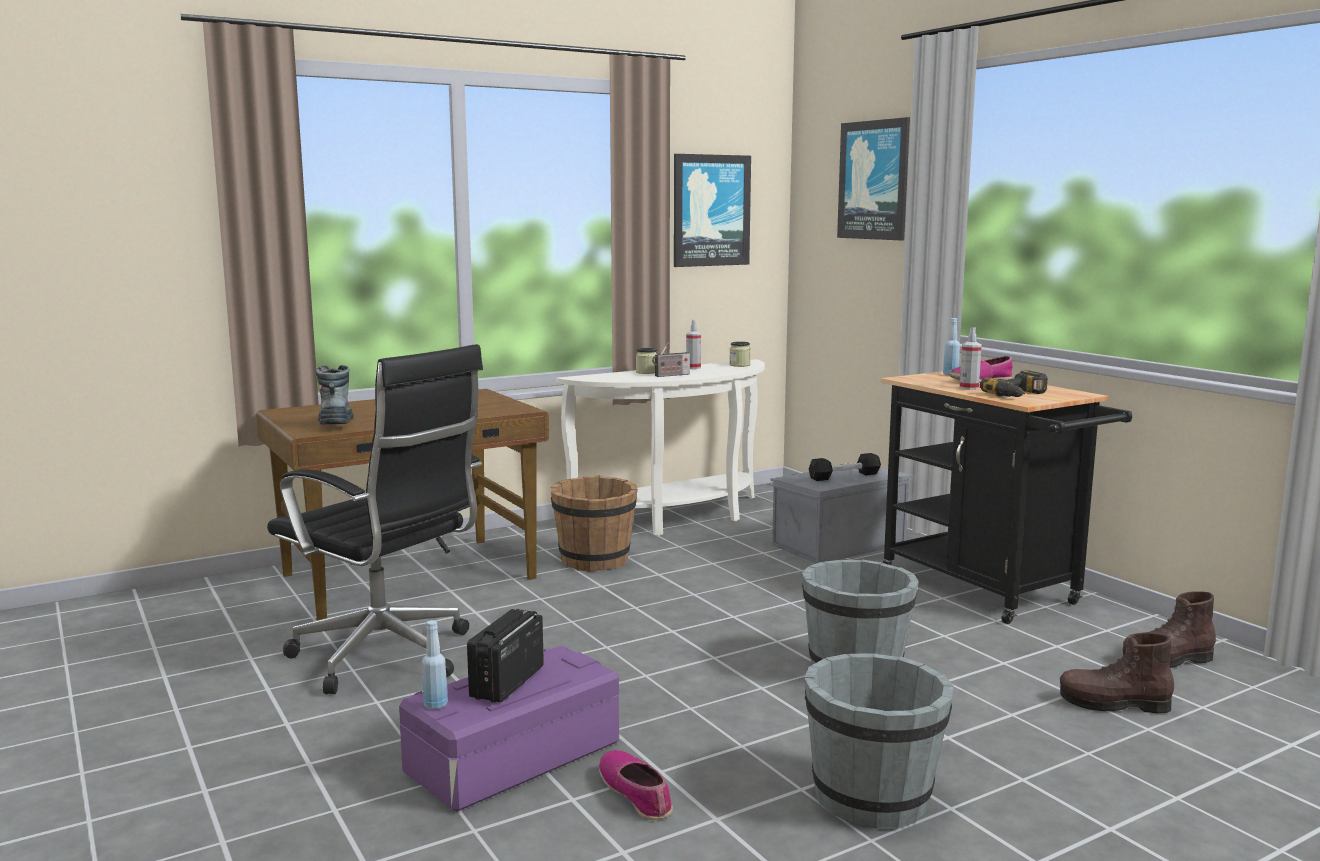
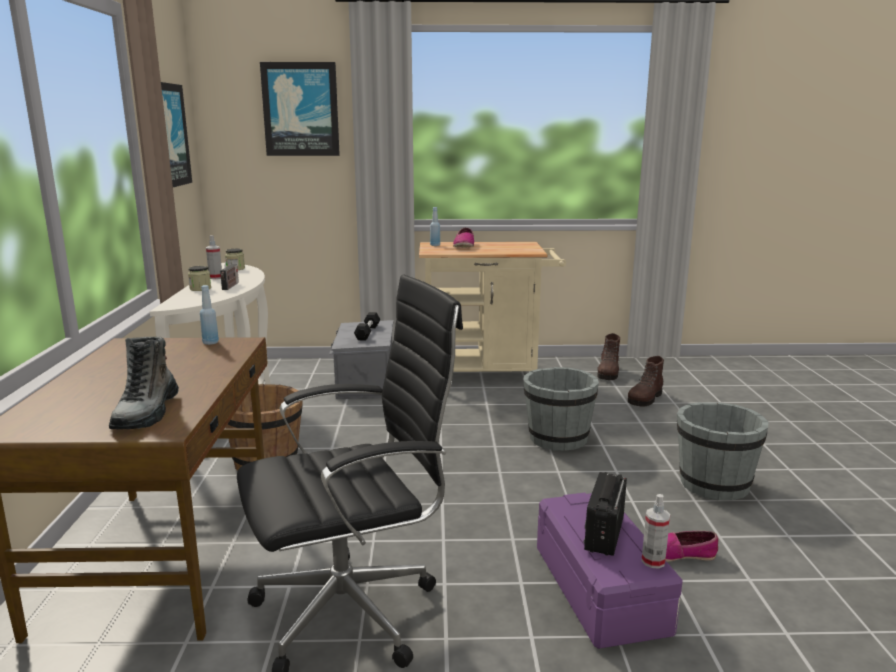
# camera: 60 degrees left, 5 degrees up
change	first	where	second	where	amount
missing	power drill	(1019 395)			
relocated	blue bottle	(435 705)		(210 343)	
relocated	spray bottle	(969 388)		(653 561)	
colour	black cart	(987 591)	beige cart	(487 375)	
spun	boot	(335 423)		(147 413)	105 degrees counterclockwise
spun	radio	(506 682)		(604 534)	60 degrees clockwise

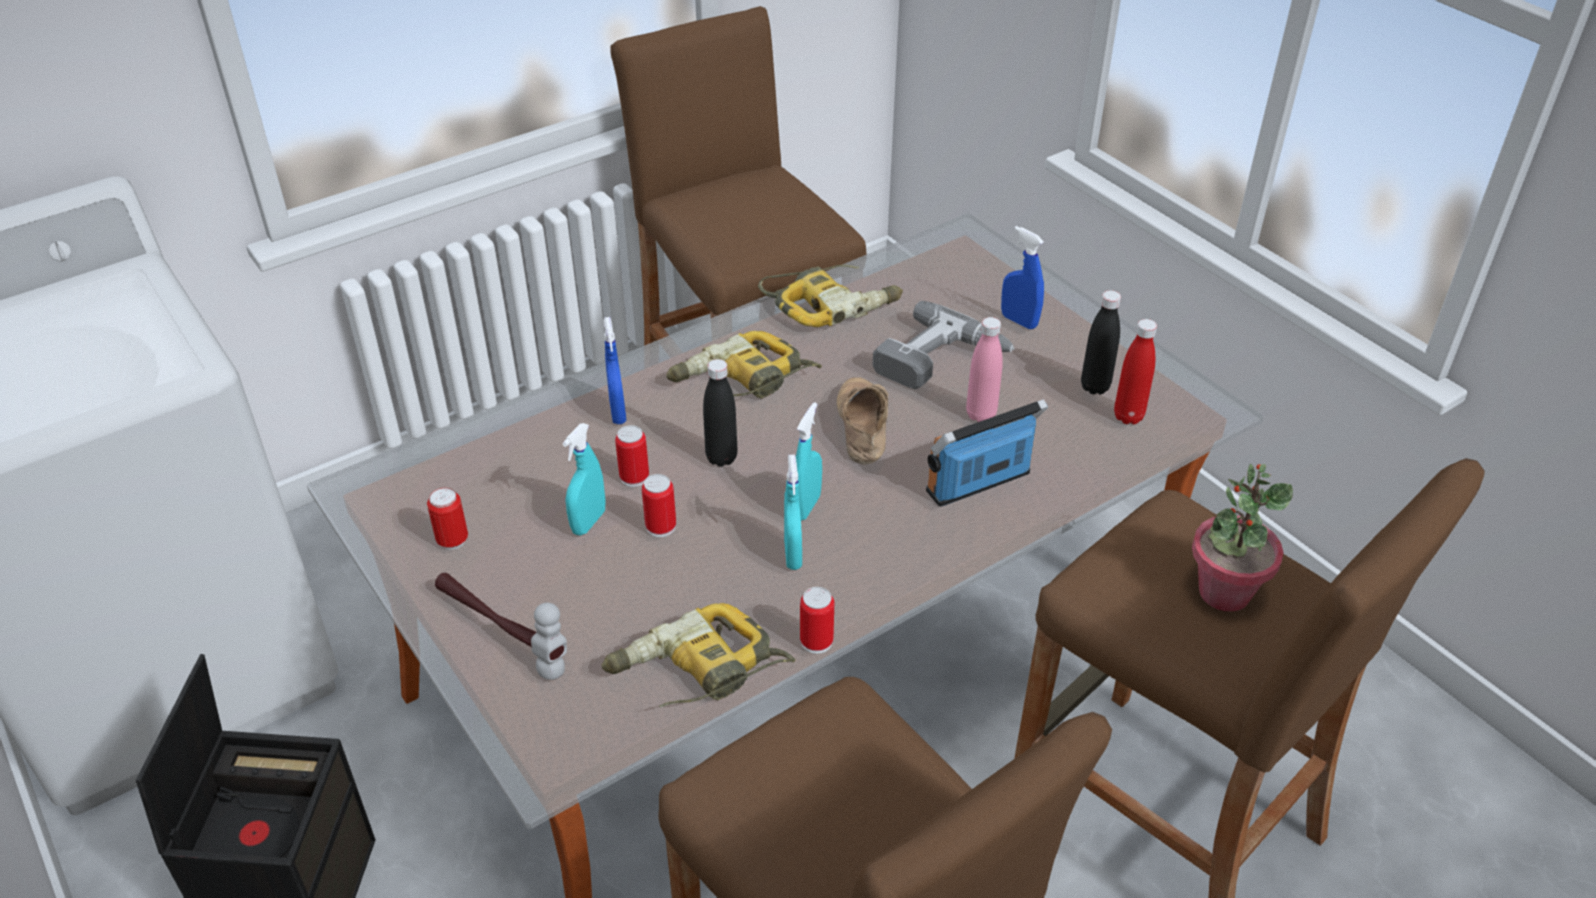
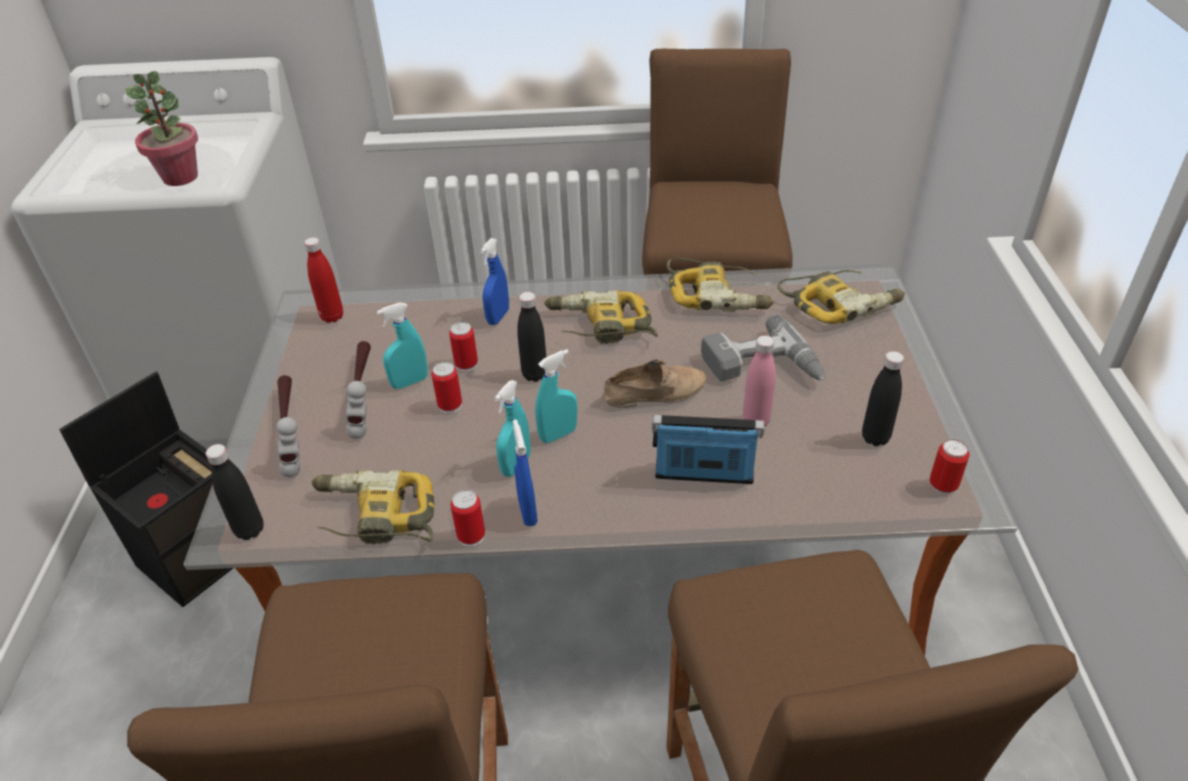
# camera: 35 degrees right, 0 degrees up
change	first	where	second	where	amount
appeared			black bottle	(249 530)	
appeared			hammer	(363 395)	
appeared			power drill	(840 303)	
relocated	can	(452 540)		(943 485)	
relocated	blue spray bottle	(1019 321)		(527 511)	
relocated	red bottle	(1128 416)		(332 317)	
relocated	potted plant	(1224 592)		(180 177)	
spun	beige shoe	(860 425)		(654 392)	45 degrees clockwise

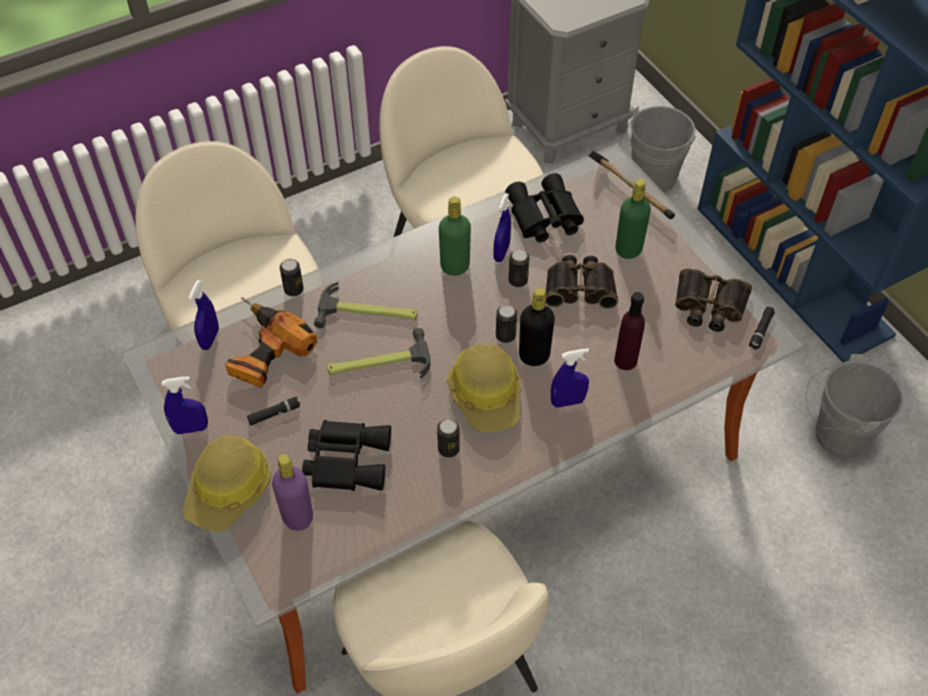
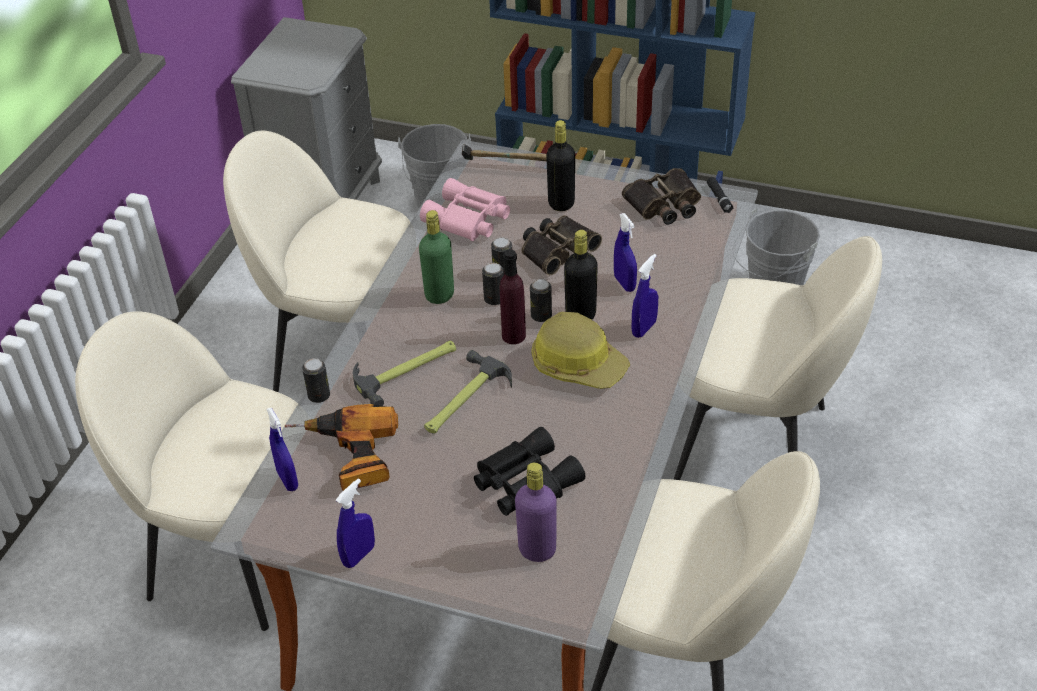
# camera: 40 degrees left, 10 degrees down
change	first	where	second	where	amount
missing	hard hat	(229 489)			
missing	black flashlight	(274 414)			
appeared			beige chair	(756 445)	
relocated	can	(448 449)		(494 299)	
relocated	blue spray bottle	(501 252)		(624 283)	
relocated	purple bottle	(625 361)		(513 336)	
colour	black binoculars	(543 217)	pink binoculars	(467 220)	
colour	green bottle	(628 249)	black bottle	(561 203)	

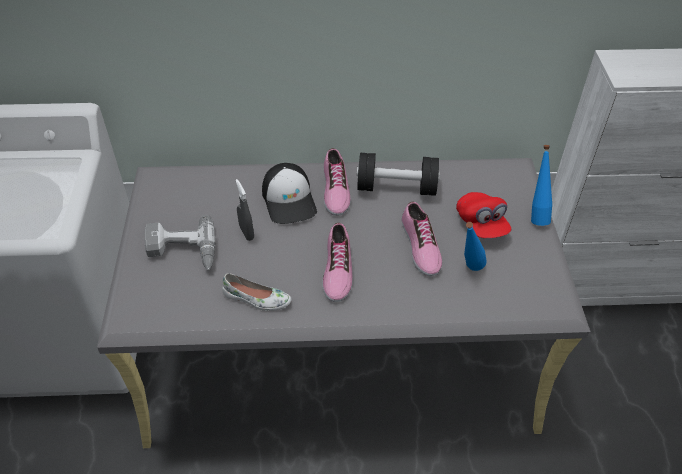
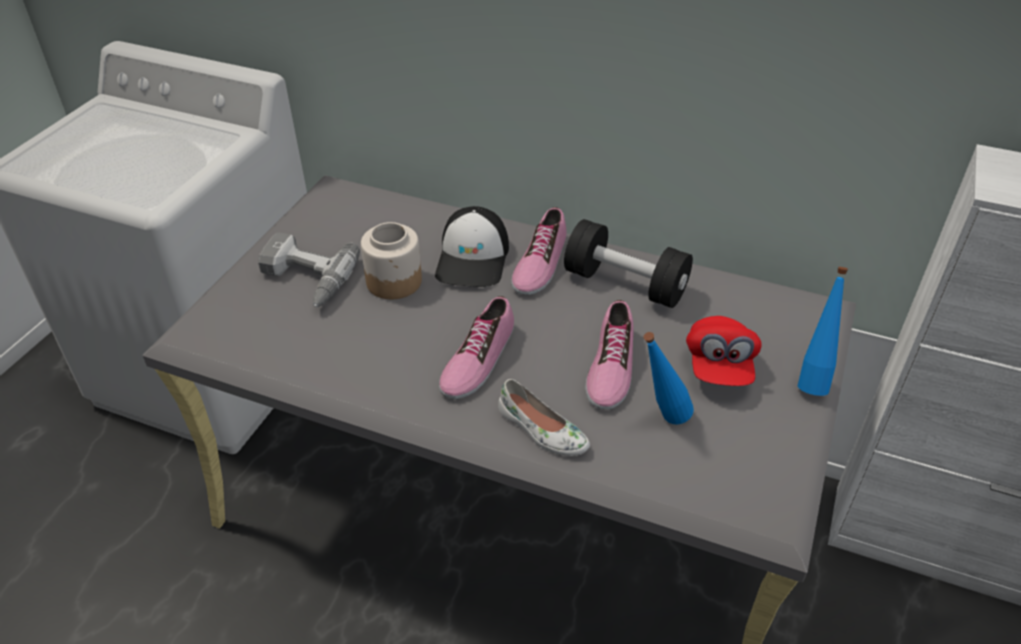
# camera: 25 degrees right, 5 degrees down
change	first	where	second	where	amount
relocated	white shoe	(256 299)		(541 430)	
exchanged	grey spray bottle	(246 233)	jar	(394 281)	

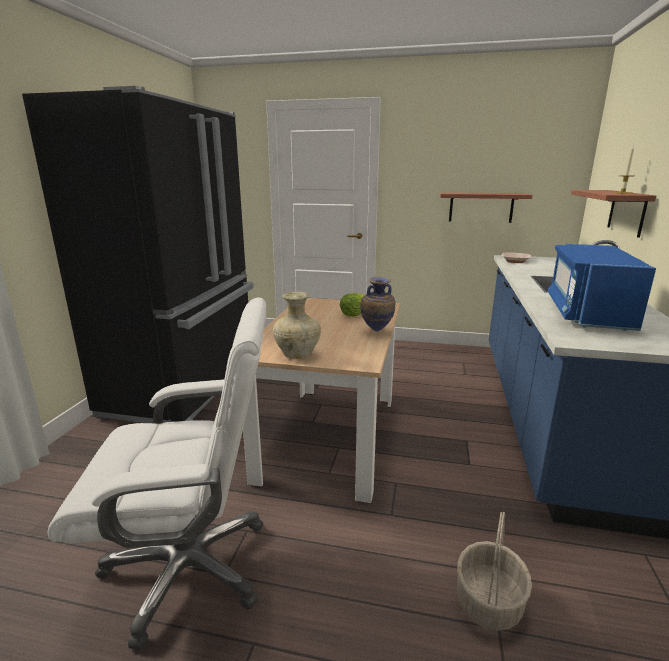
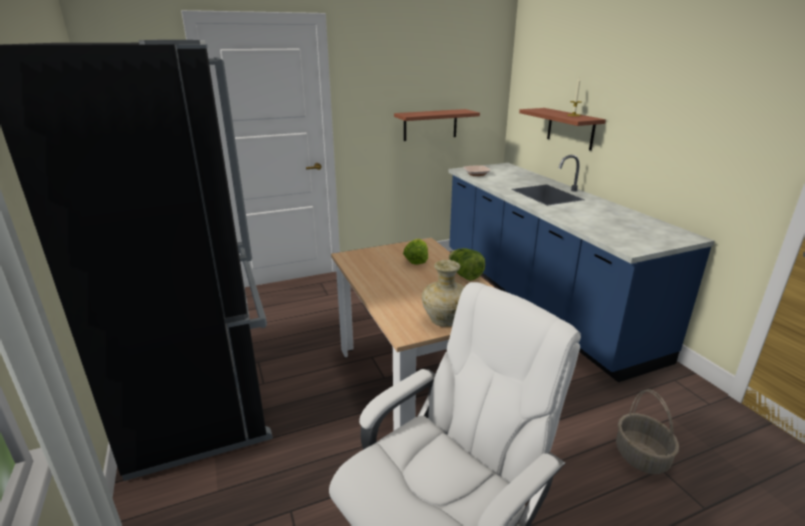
# camera: 35 degrees left, 5 degrees up
change	first	where	second	where	amount
missing	blue microwave	(587 313)			
exchanged	vase	(376 332)	lettuce	(464 275)	

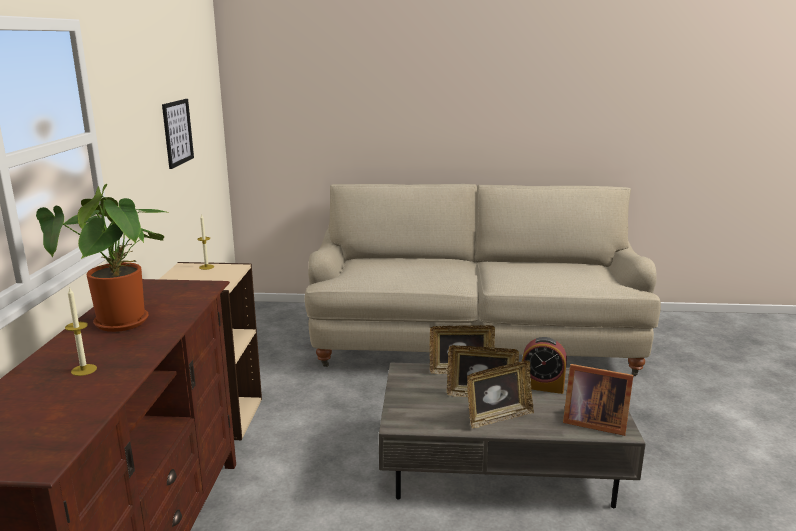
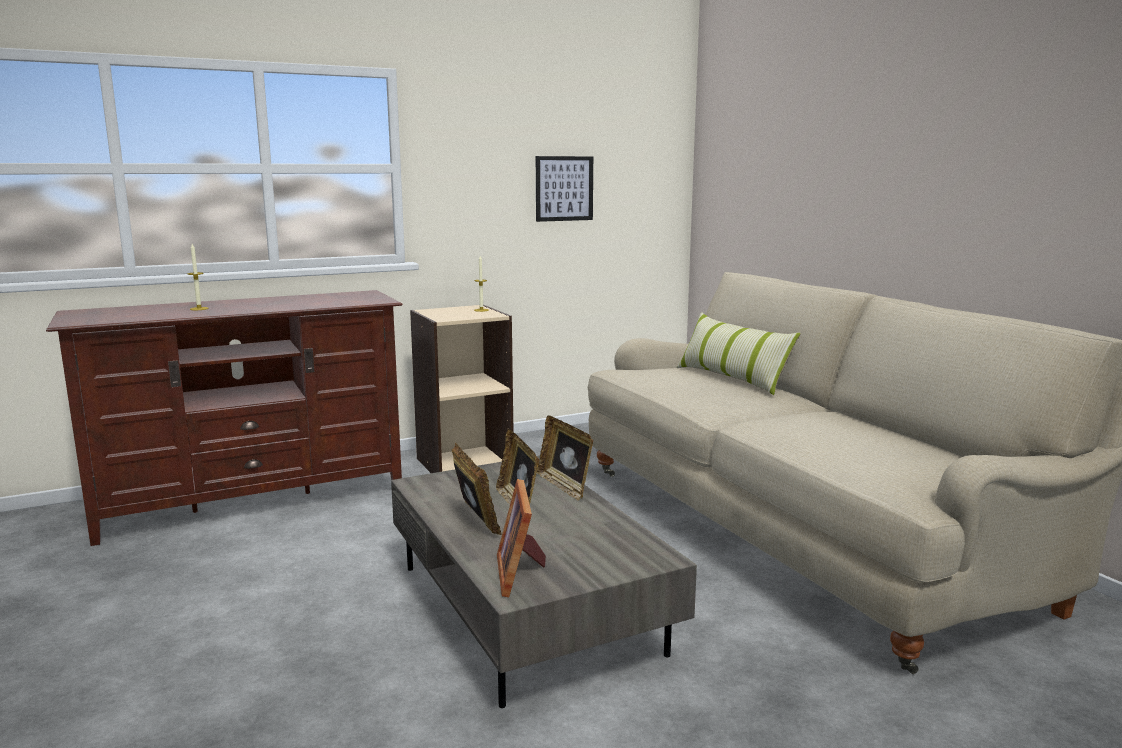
# camera: 60 degrees right, 5 degrees down
change	first	where	second	where	amount
missing	potted plant	(124 324)			
missing	alarm clock	(542 386)			
appeared			pillow	(732 378)	
spun	picture frame	(498 417)		(475 521)	150 degrees counterclockwise

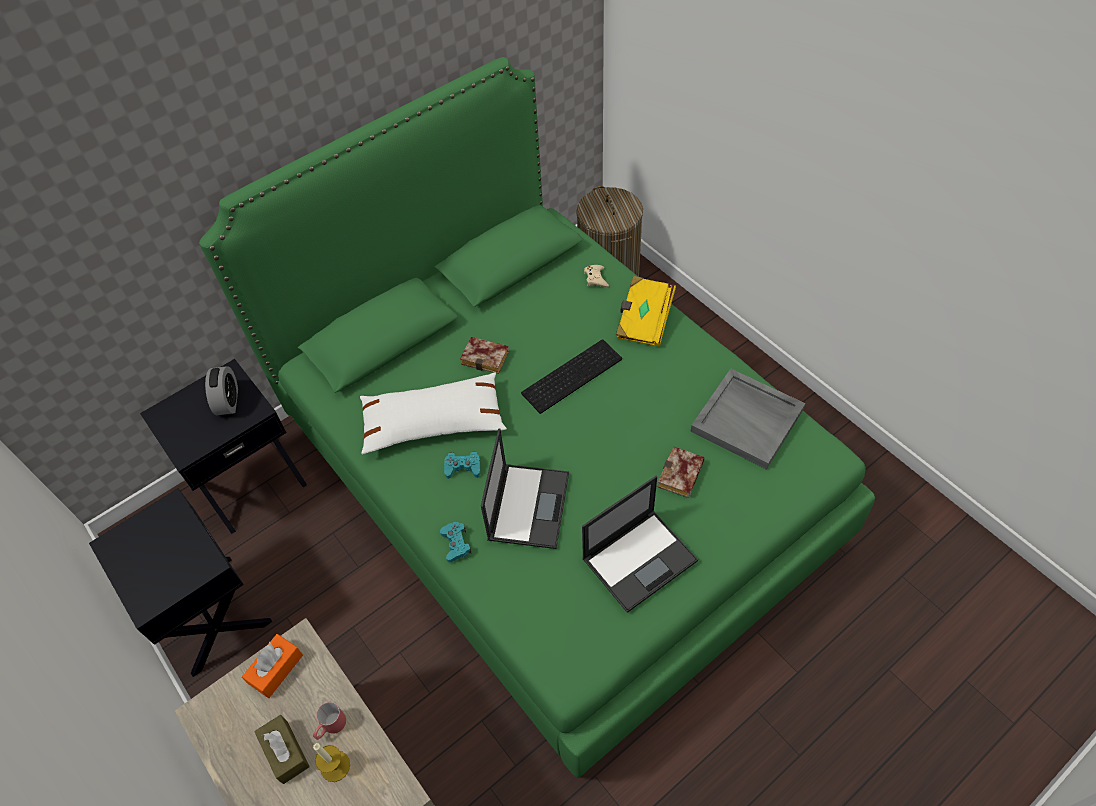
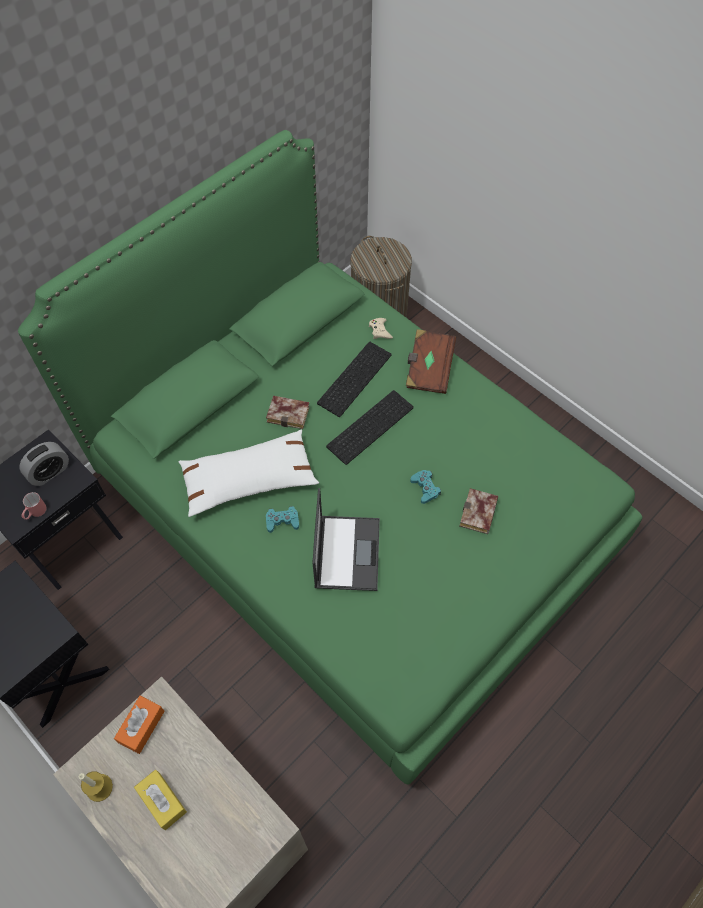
# camera: 10 degrees left, 5 degrees up
change	first	where	second	where	amount
missing	laptop	(640 559)			
missing	grey tray	(748 420)			
appeared			keyboard	(354 377)	
relocated	red mug	(330 727)		(35 513)	
relocated	candle	(335 766)		(99 787)	
relocated	turquoise game controller	(456 544)		(425 488)	
colour	brown tissue box	(285 752)	yellow tissue box	(162 801)	
colour	yellow book	(643 321)	brown book	(428 369)	
spun	alarm clock	(228 401)		(49 472)	60 degrees clockwise

